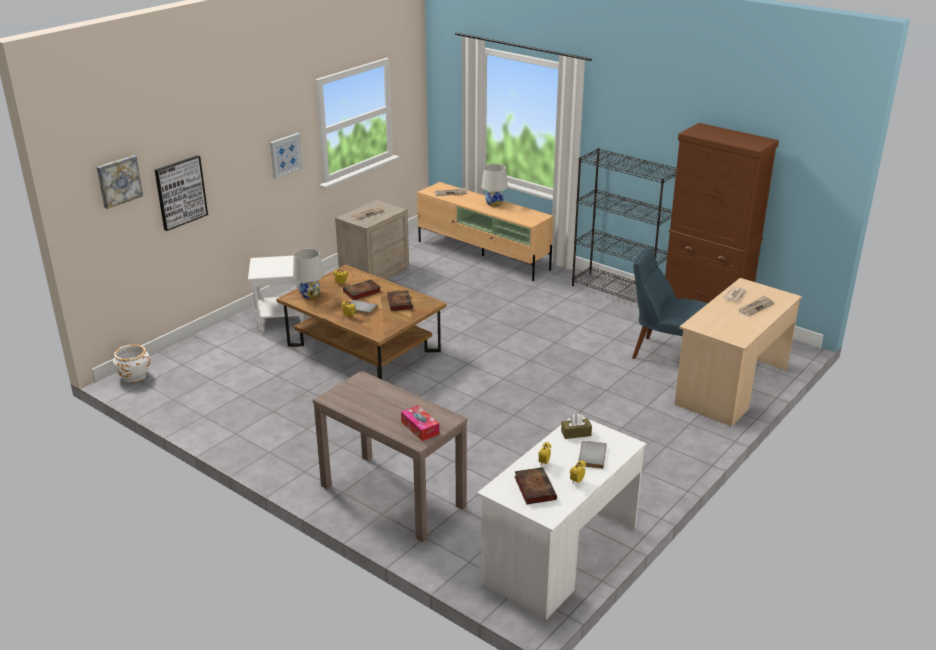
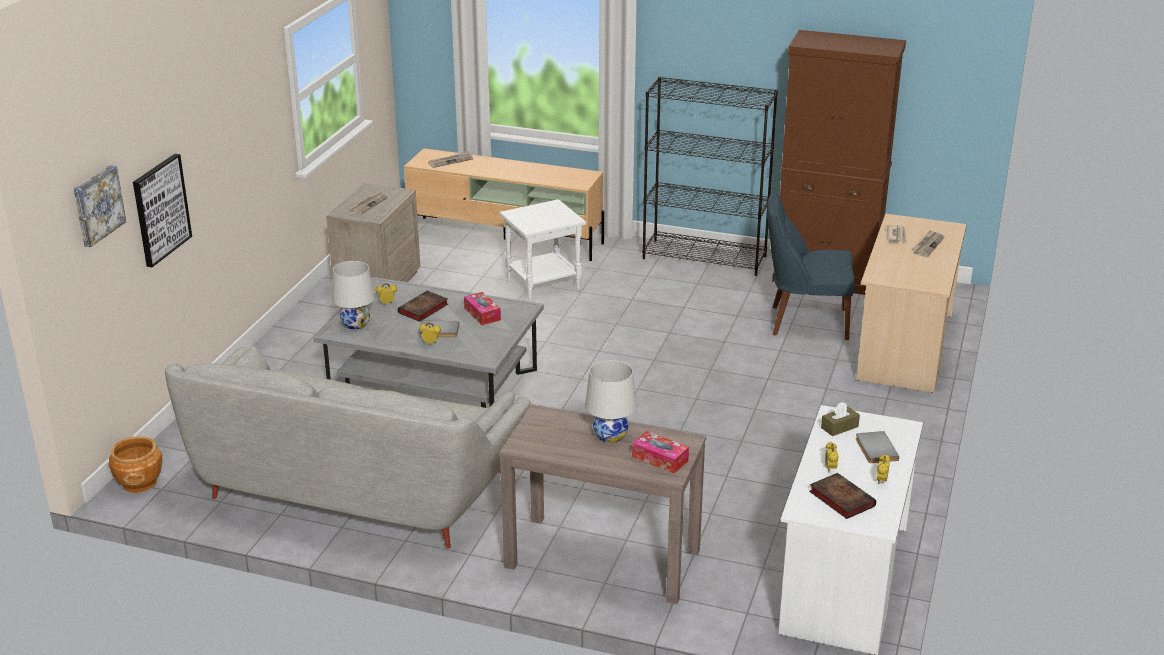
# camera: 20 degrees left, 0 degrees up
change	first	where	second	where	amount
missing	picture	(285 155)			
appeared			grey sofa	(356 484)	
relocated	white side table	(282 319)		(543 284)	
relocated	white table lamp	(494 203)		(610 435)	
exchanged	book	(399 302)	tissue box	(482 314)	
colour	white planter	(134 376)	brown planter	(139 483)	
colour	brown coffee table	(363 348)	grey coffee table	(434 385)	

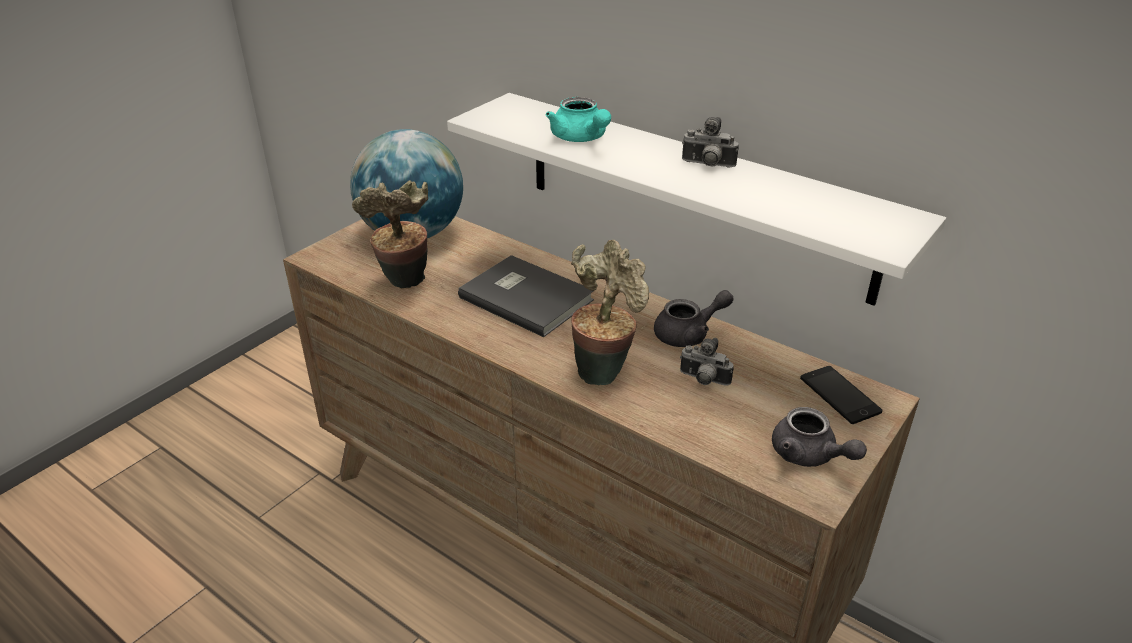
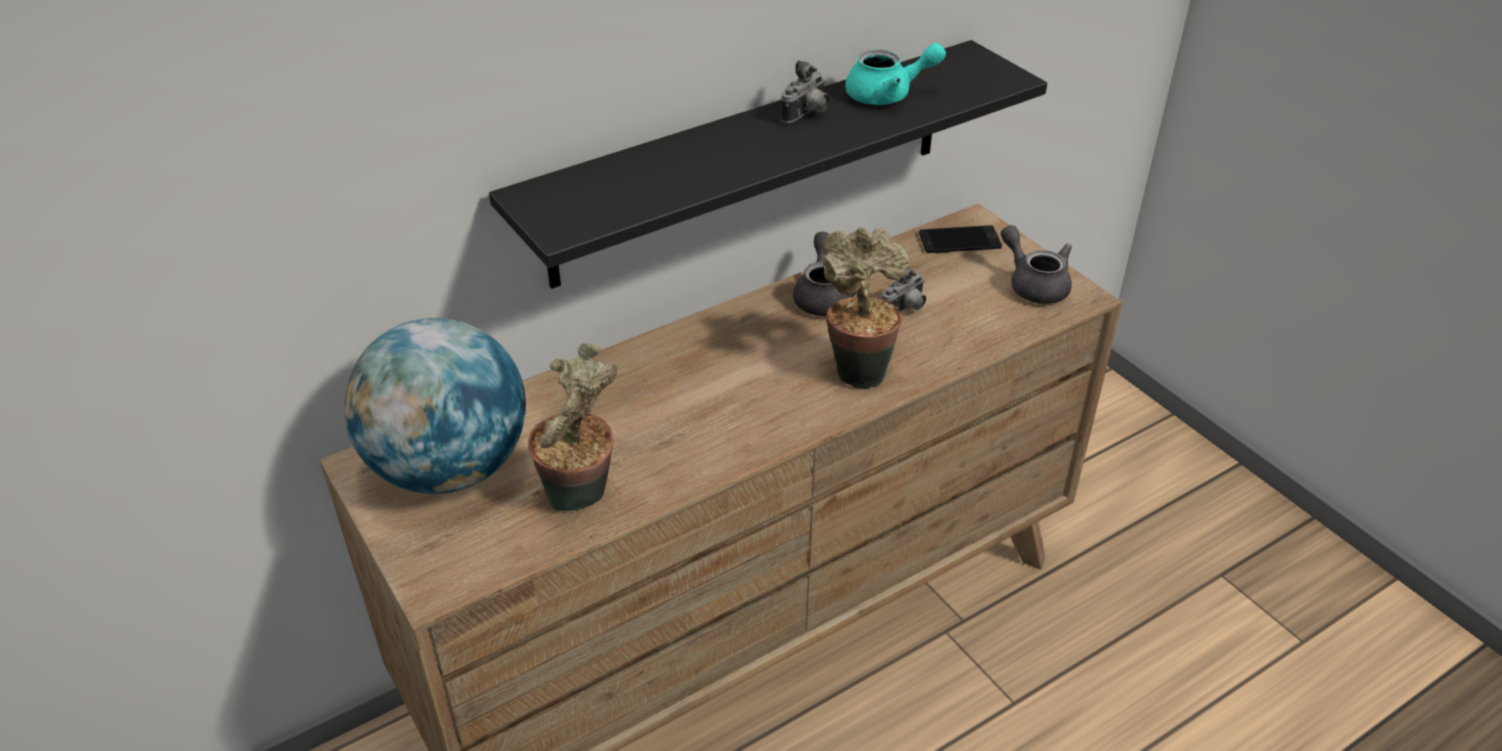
# camera: 70 degrees left, 5 degrees up
change	first	where	second	where	amount
missing	grey book	(526 297)			
relocated	turquoise teapot	(581 138)		(888 95)	
colour	white shelf	(693 194)	black shelf	(753 162)	
spun	grey teapot	(809 456)		(1034 284)	105 degrees counterclockwise

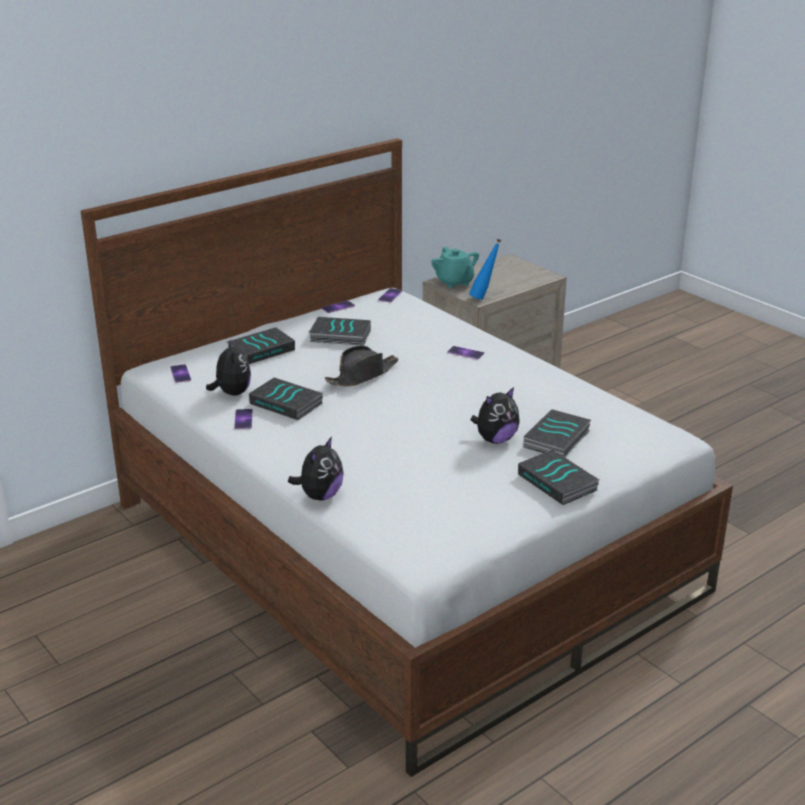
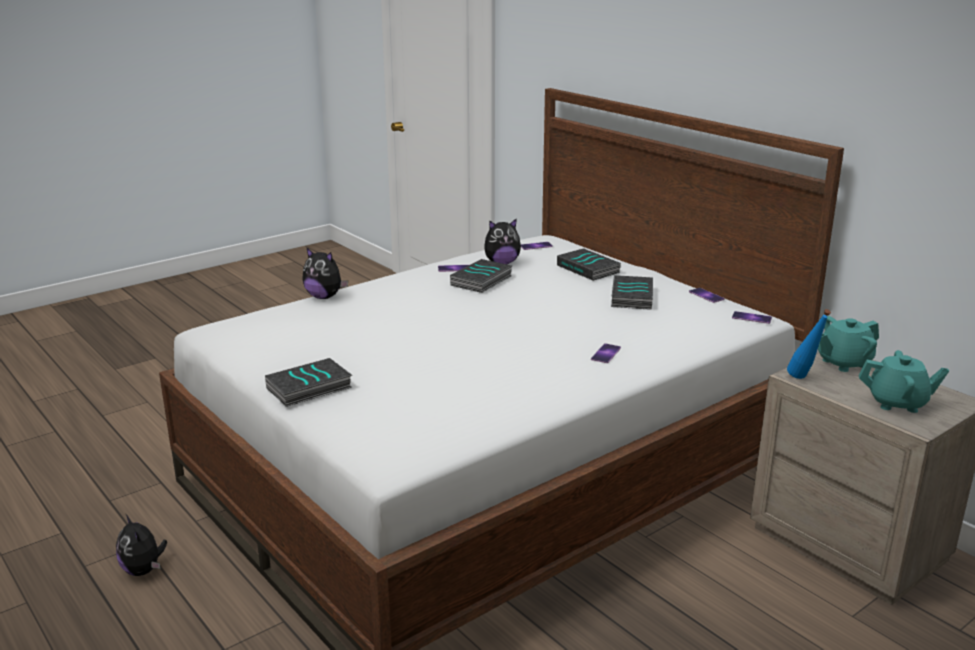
# camera: 90 degrees right, 5 degrees down
change	first	where	second	where	amount
missing	black hat	(362 375)			
missing	book	(558 440)			
appeared			turquoise teapot	(897 403)	
relocated	plush toy	(495 439)		(144 570)	

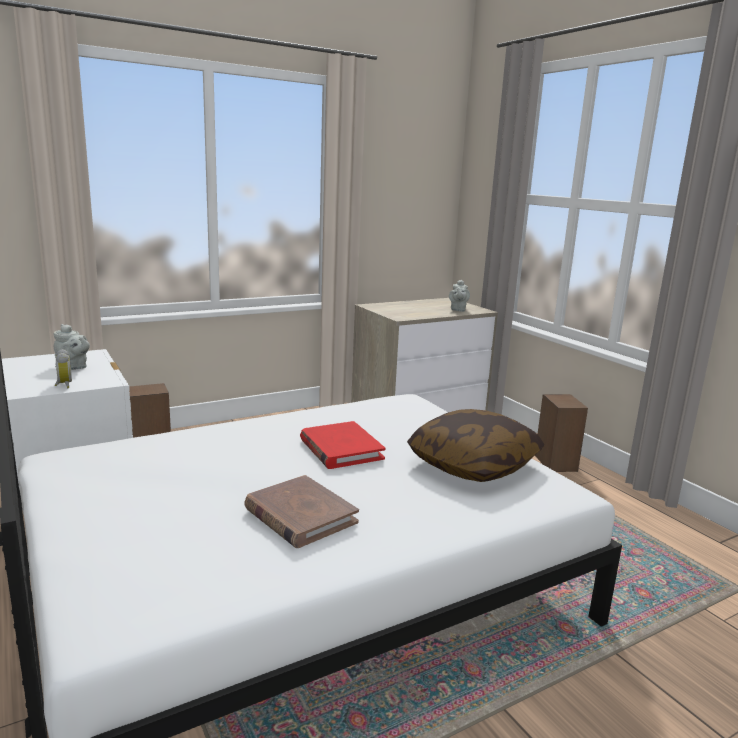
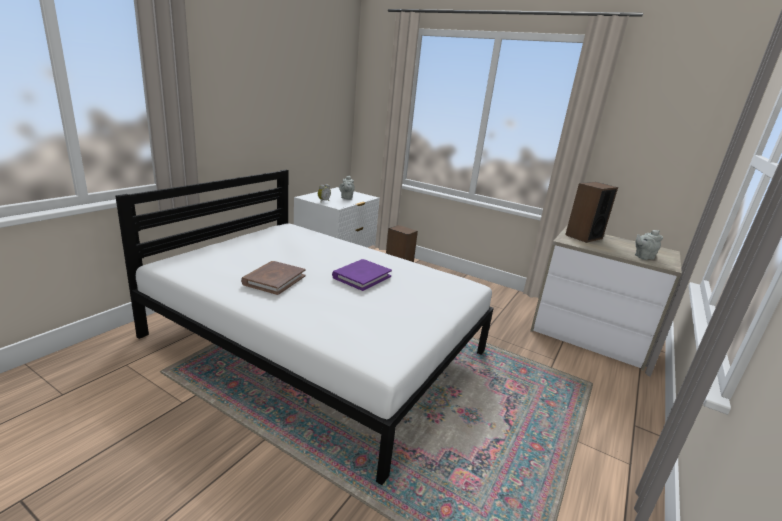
# camera: 60 degrees right, 5 degrees up
change	first	where	second	where	amount
missing	pillow	(473 465)			
relocated	speaker	(555 463)		(583 236)	
colour	red book	(340 449)	purple book	(361 277)	

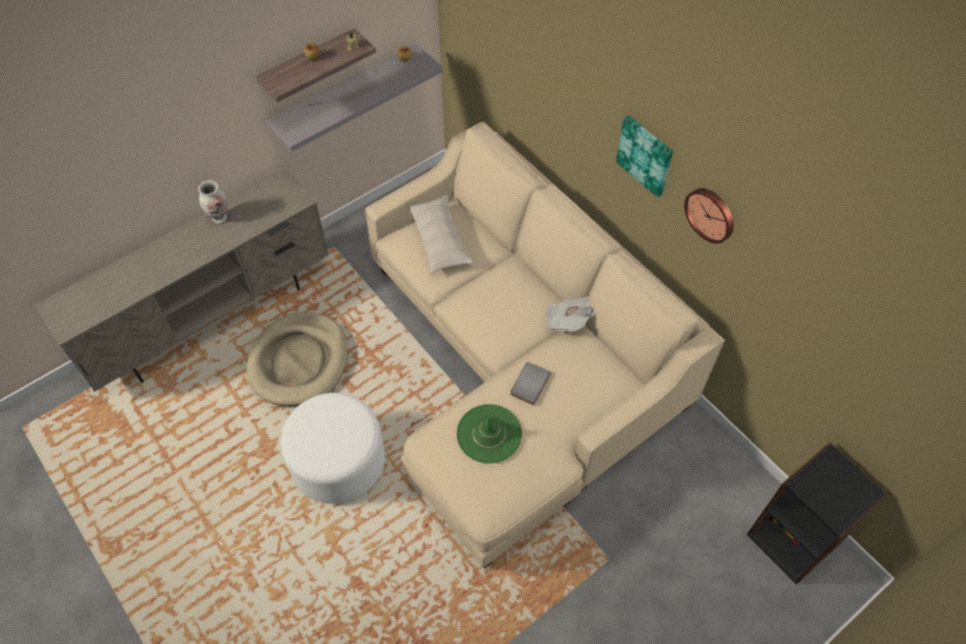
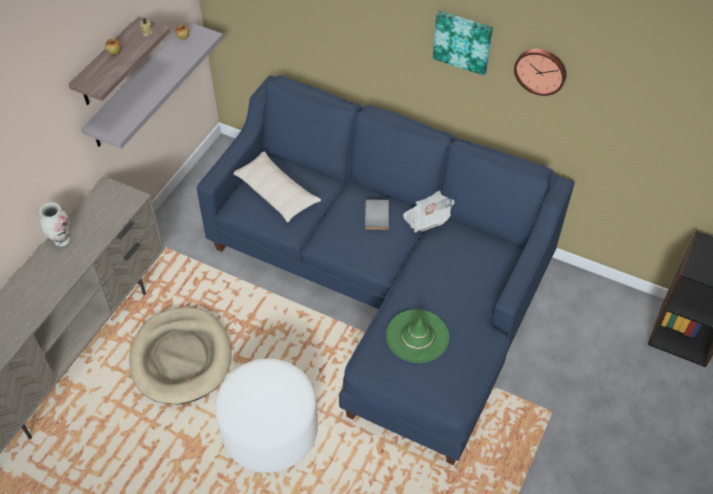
# camera: 25 degrees left, 5 degrees down
change	first	where	second	where	amount
relocated	grey book	(528 383)		(375 215)	
colour	beige sofa	(518 367)	blue sofa	(387 285)	

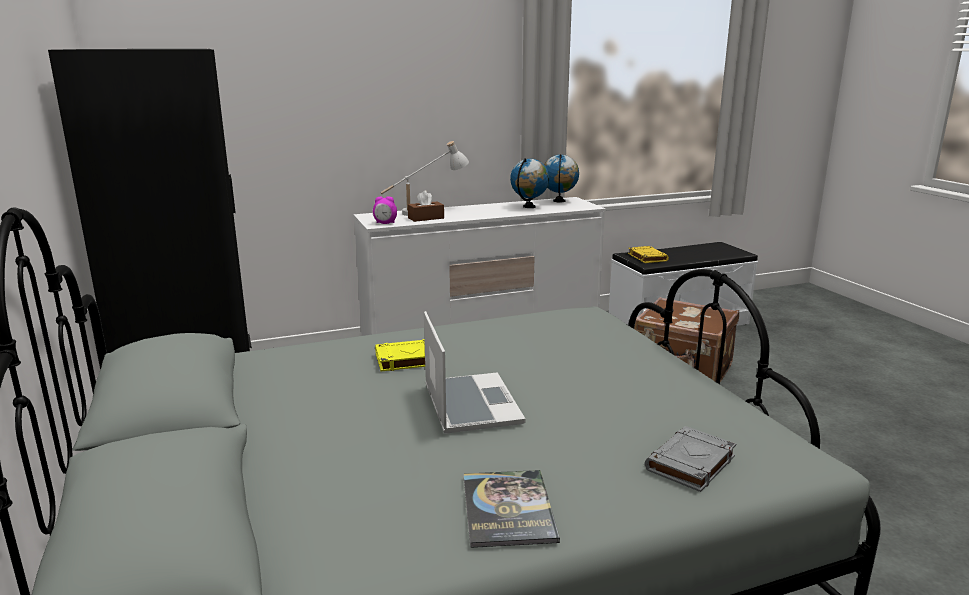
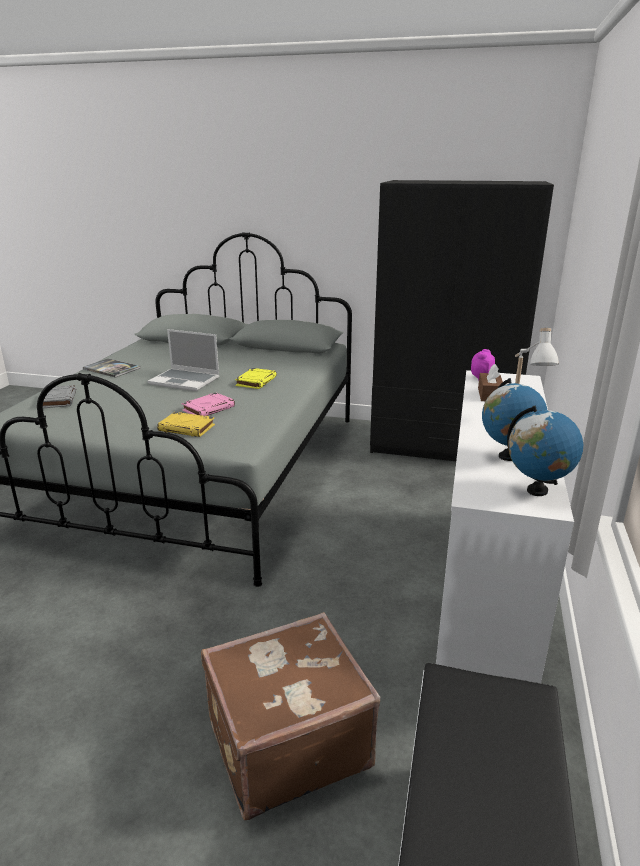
# camera: 125 degrees right, 5 degrees up
change	first	where	second	where	amount
appeared			pink book	(209 408)	
relocated	yellow book	(647 257)		(187 428)	

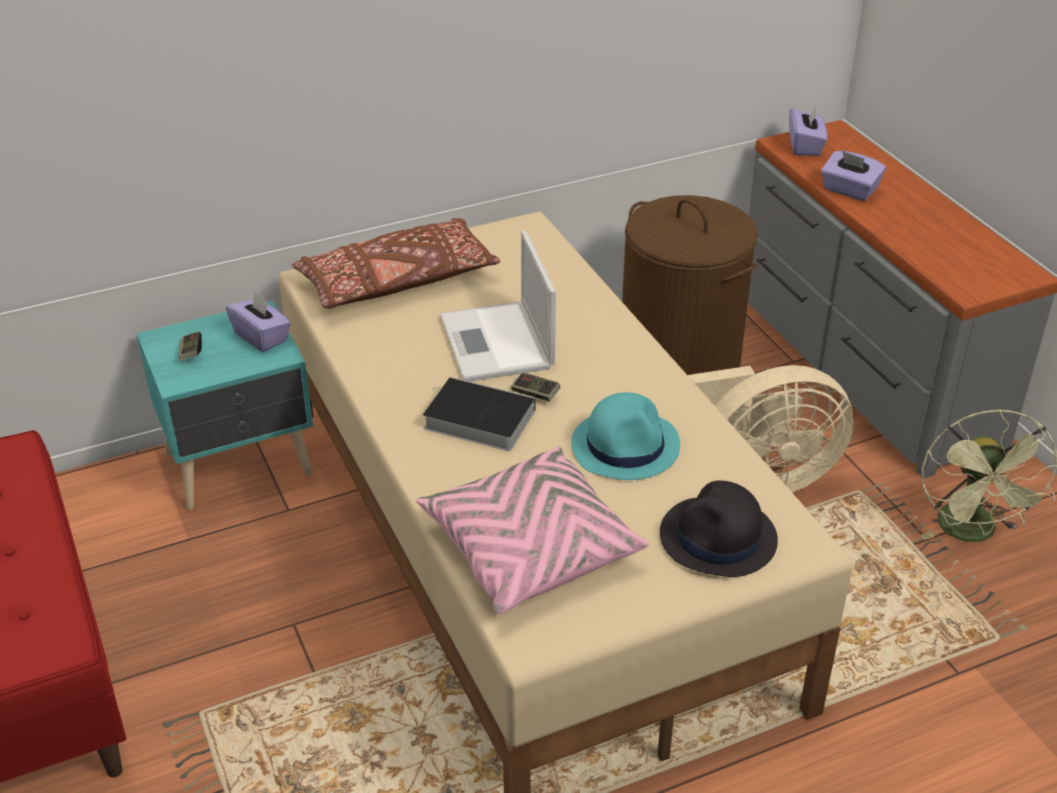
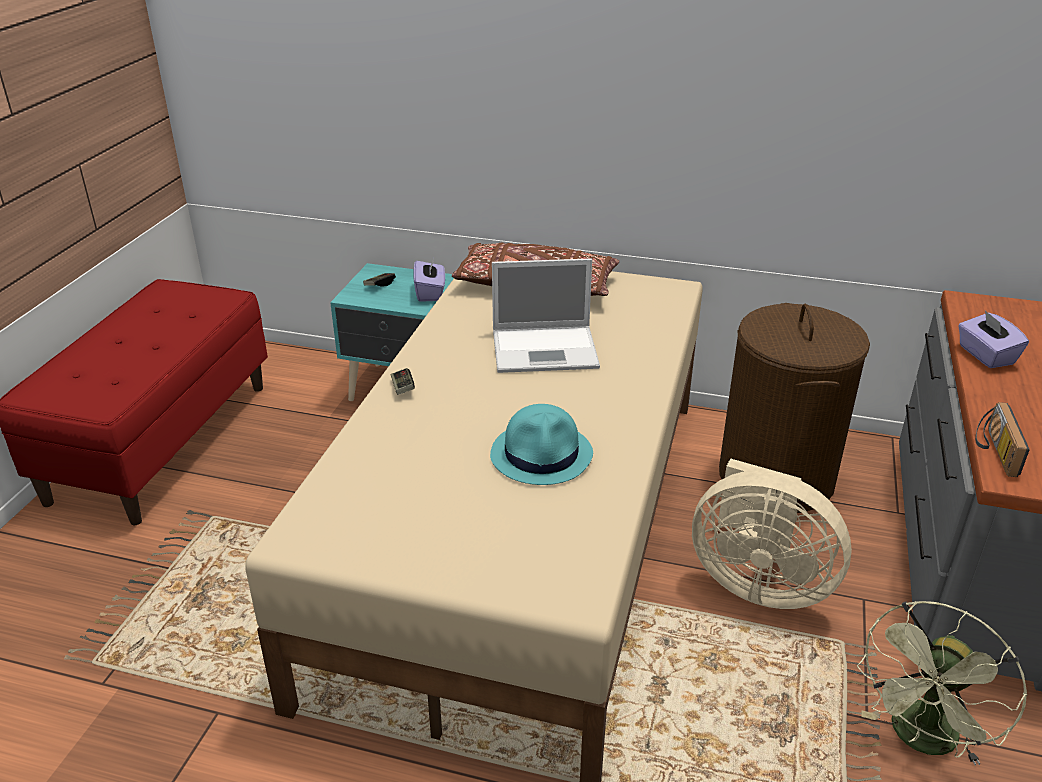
# camera: 40 degrees right, 5 degrees down
change	first	where	second	where	amount
missing	pink pillow	(529 548)			
missing	book	(476 419)			
missing	black hat	(718 538)			
missing	purple tissue box	(805 146)			
appeared			radio	(993 450)	
relocated	game controller	(535 394)		(402 388)	
spun	laptop	(497 343)		(547 349)	120 degrees counterclockwise

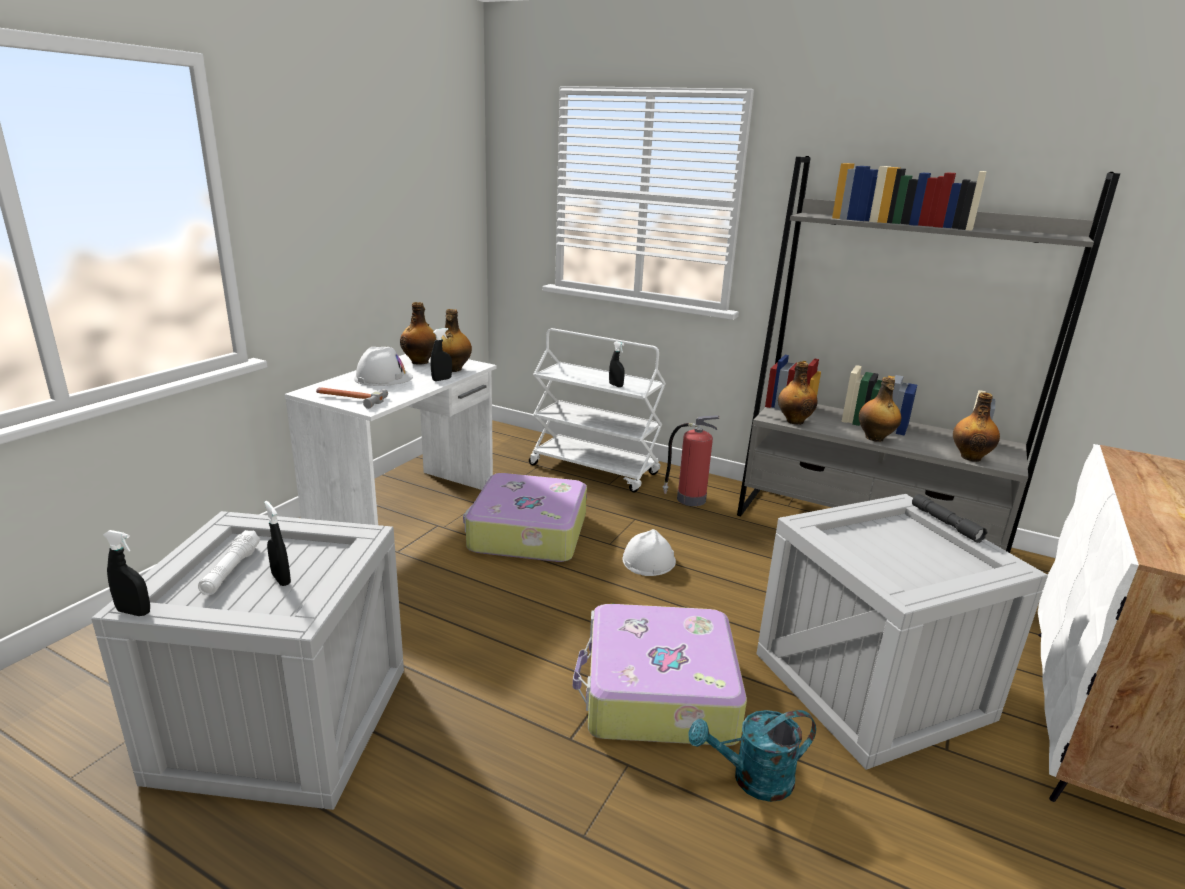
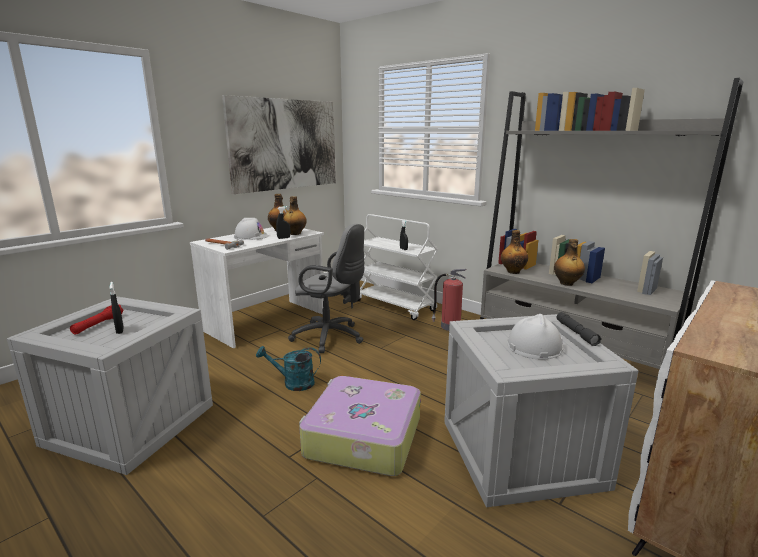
# camera: 15 degrees right, 5 degrees down
change	first	where	second	where	amount
missing	black spray bottle	(134 612)			
missing	bottle	(970 457)			
appeared			picture	(284 144)	
relocated	white hard hat	(648 560)		(534 346)	
relocated	turquoise watering can	(752 779)		(293 383)	
exchanged	suitcase	(526 533)	grey office chair	(331 337)	
colour	white flashlight	(231 570)	red flashlight	(98 324)	

